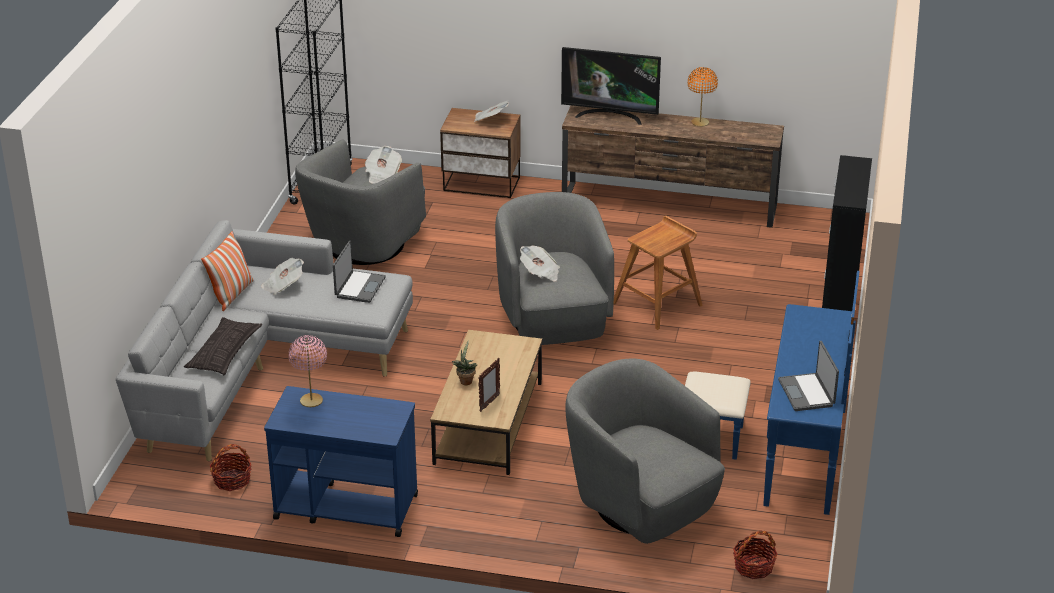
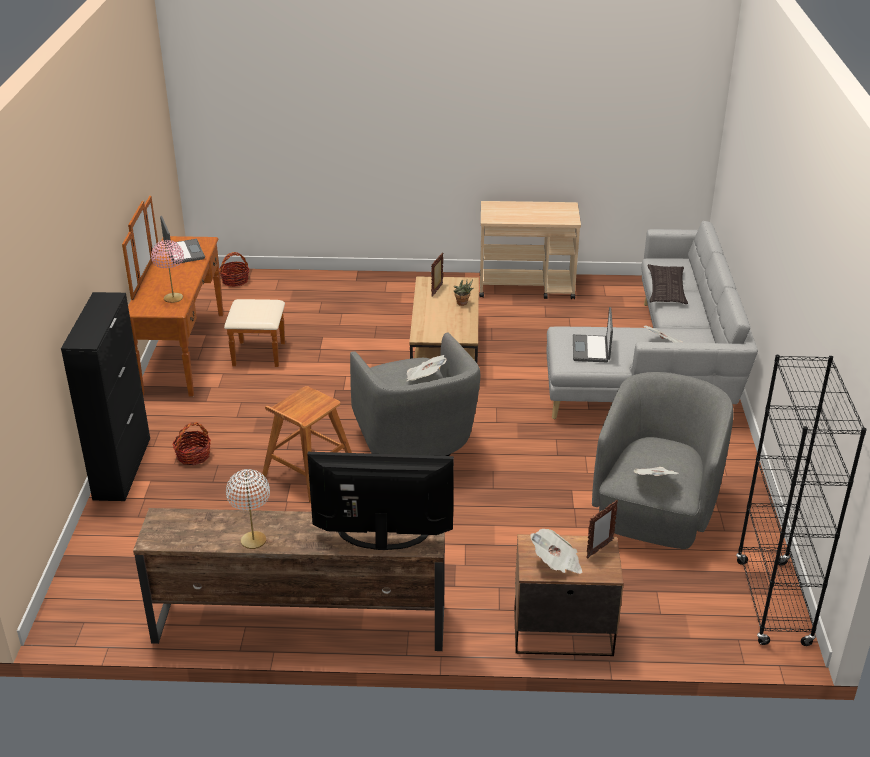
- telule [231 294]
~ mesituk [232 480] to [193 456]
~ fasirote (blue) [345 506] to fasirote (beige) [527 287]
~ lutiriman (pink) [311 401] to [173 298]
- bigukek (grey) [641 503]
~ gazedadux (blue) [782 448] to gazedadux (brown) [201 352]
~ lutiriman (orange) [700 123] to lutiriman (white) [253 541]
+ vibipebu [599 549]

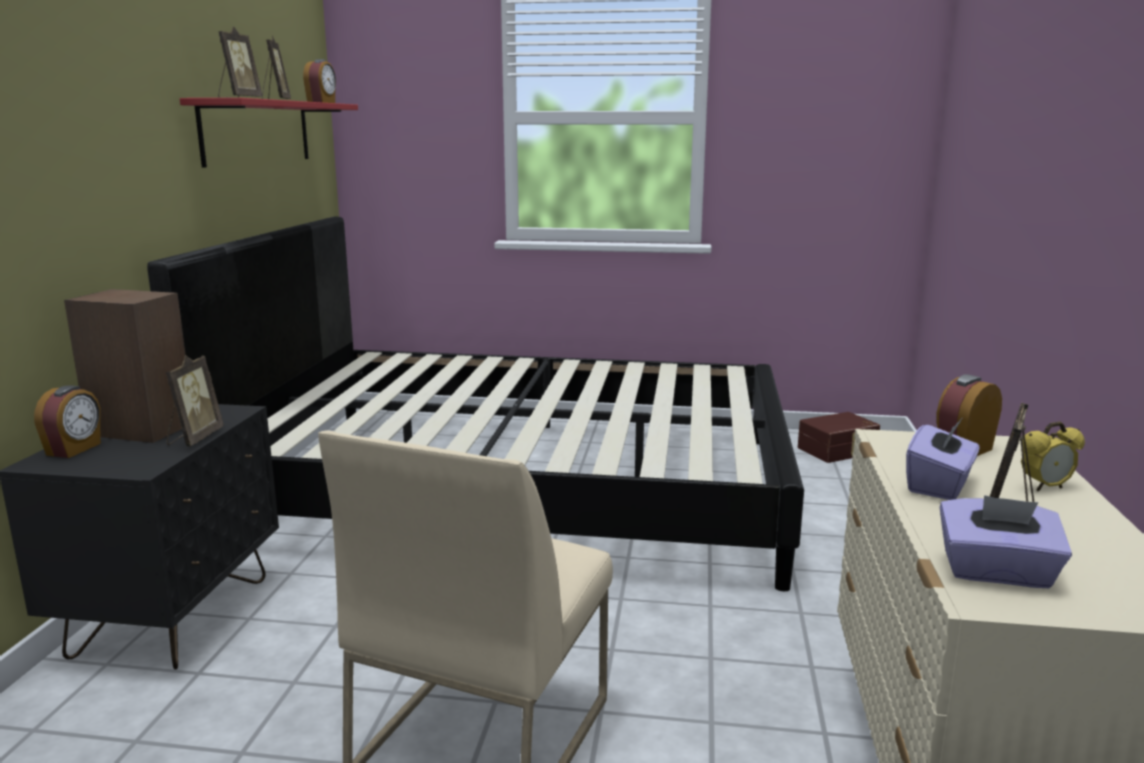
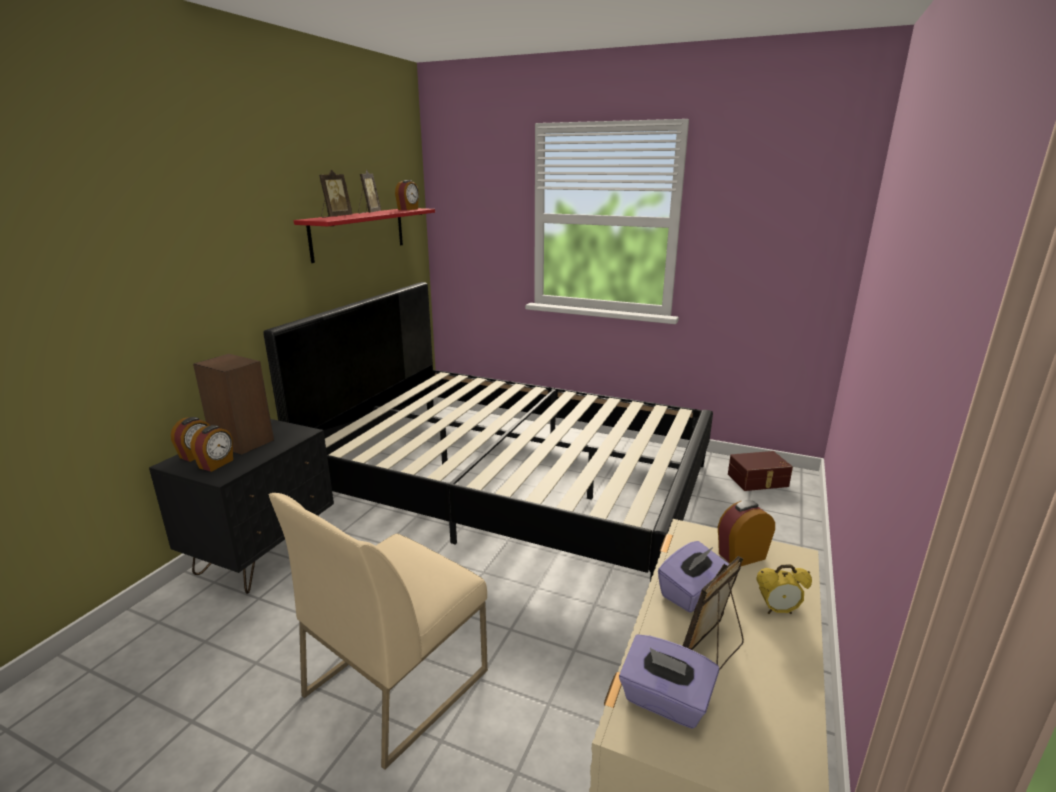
- vibipebu [194 438]
+ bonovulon [216 464]

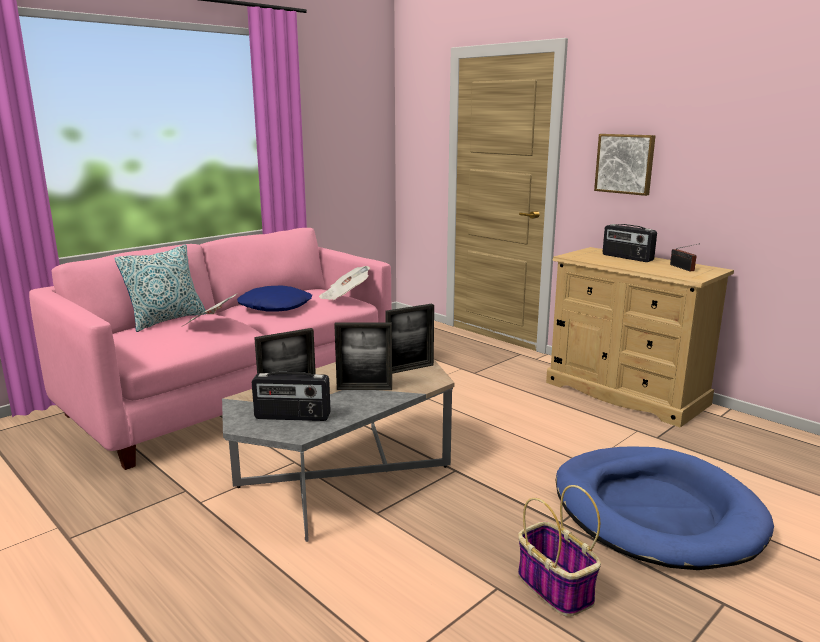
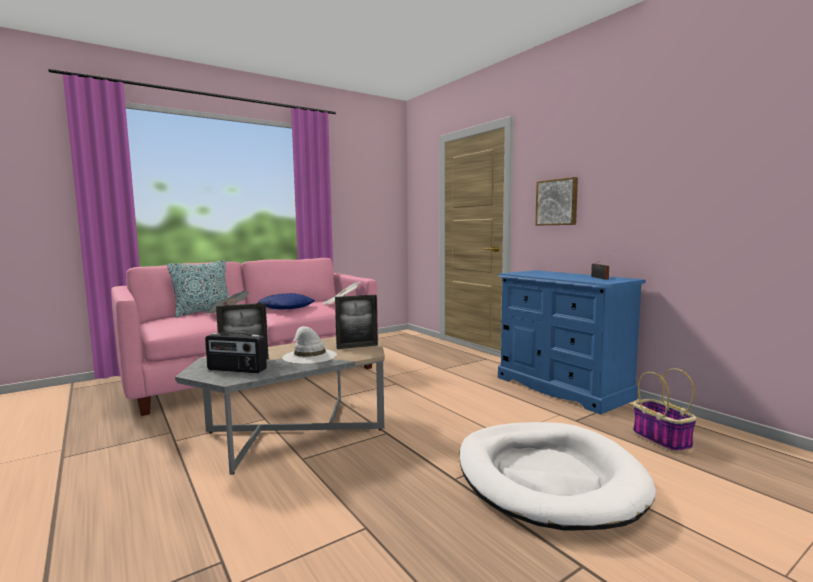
~ vibipebu [364 388] to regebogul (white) [309 356]
~ mesituk [553 587] to [660 439]
~ gazedadux (beige) [625 393] to gazedadux (blue) [562 388]
~ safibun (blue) [655 511] to safibun (white) [547 477]
- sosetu [627 258]

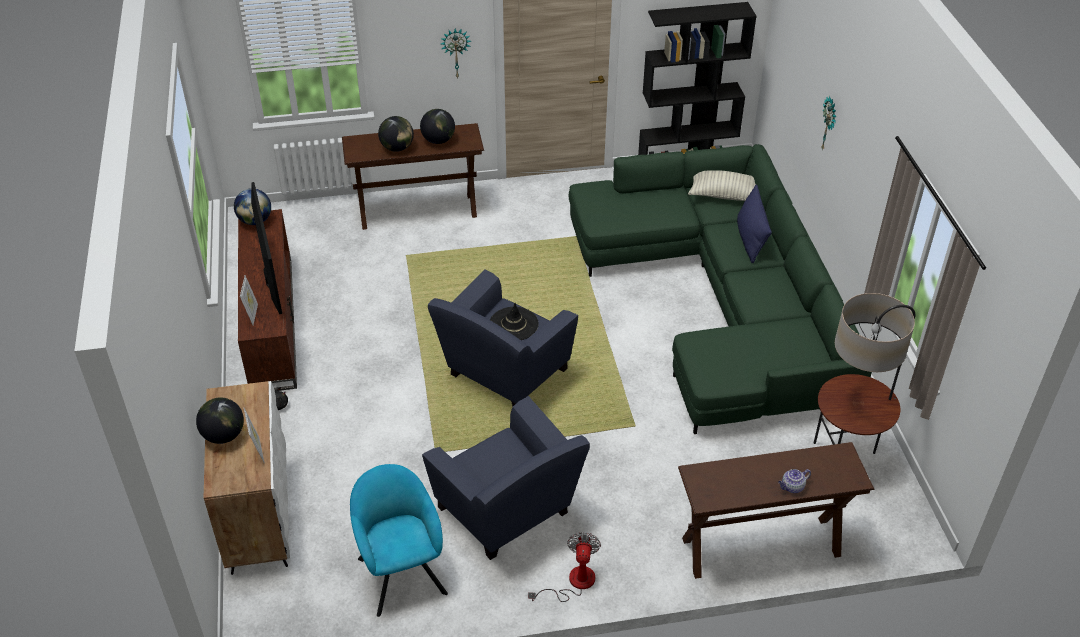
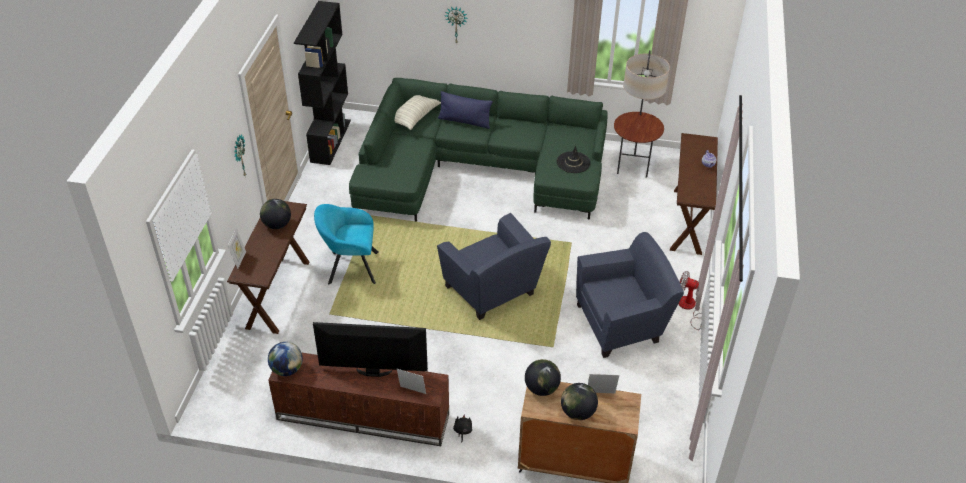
~ bigukek (turquoise) [400 571] to [350 267]
~ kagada [397 148] to [541 388]
~ regebogul (black) [513 324] to [573 162]
+ vibipebu [239 260]

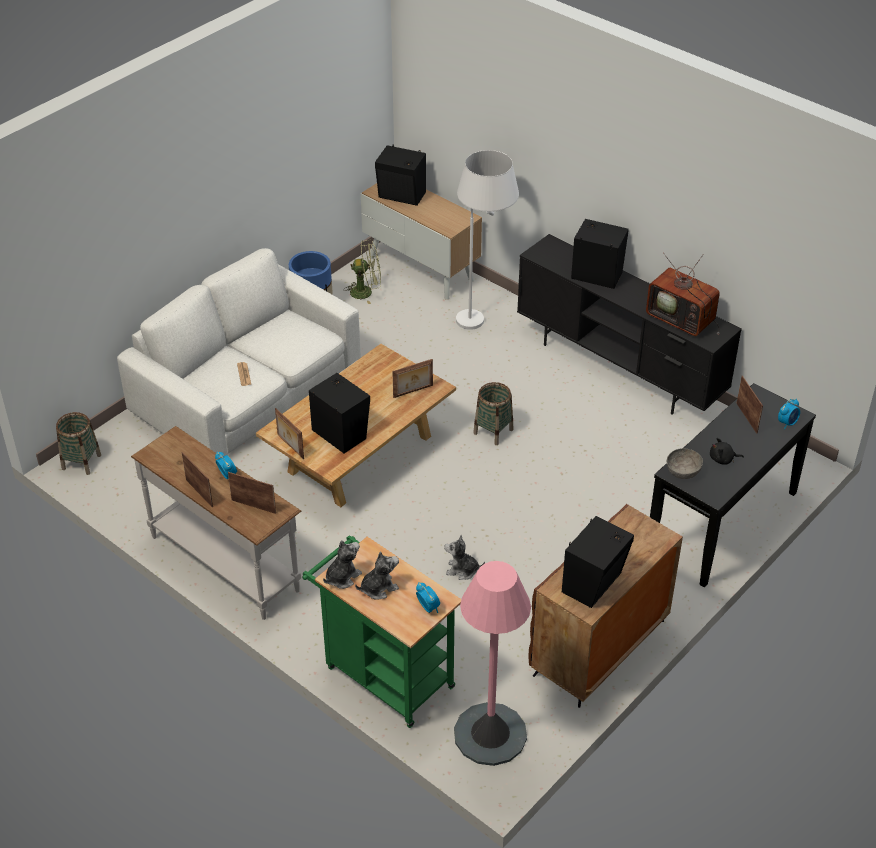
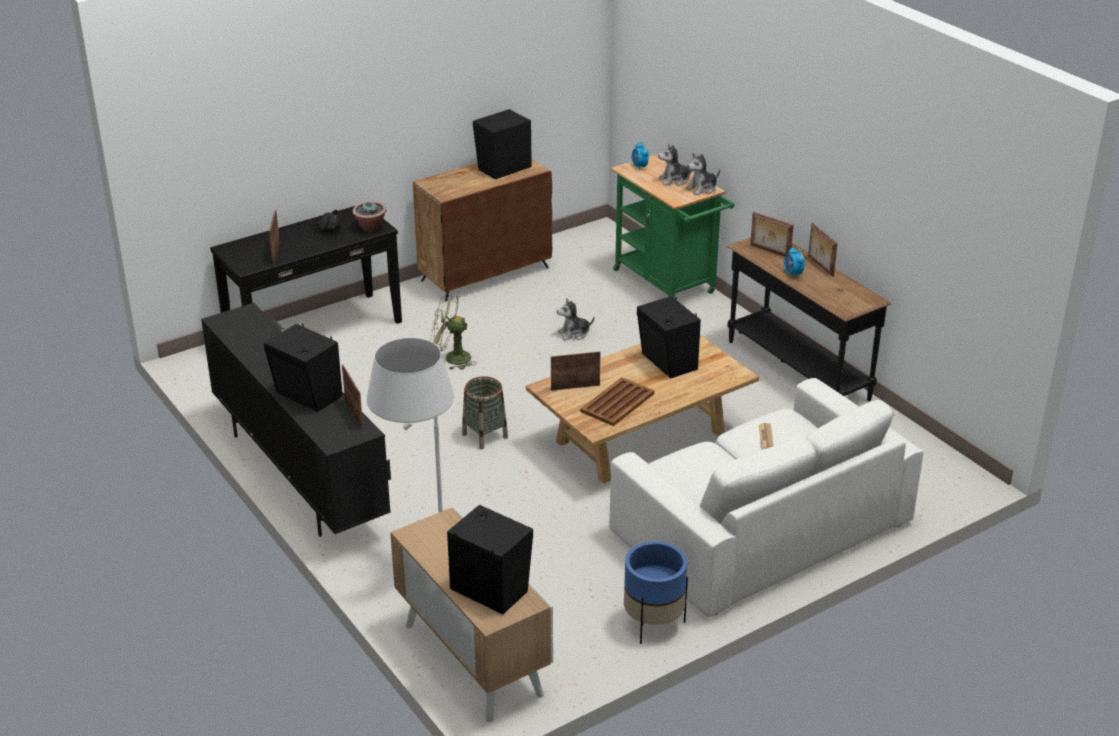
- mesituk [81 462]
~ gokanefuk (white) [226 562] to gokanefuk (black) [796 370]
~ vibipebu [290 447] to [354 414]
~ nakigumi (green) [366 292] to [451 358]
~ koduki [462 570] = [574 334] 135 degrees clockwise
- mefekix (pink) [490 734]
- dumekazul [683 319]
~ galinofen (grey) [683 471] to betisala [370 228]
- bonovulon [787 423]
+ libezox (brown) [618 402]

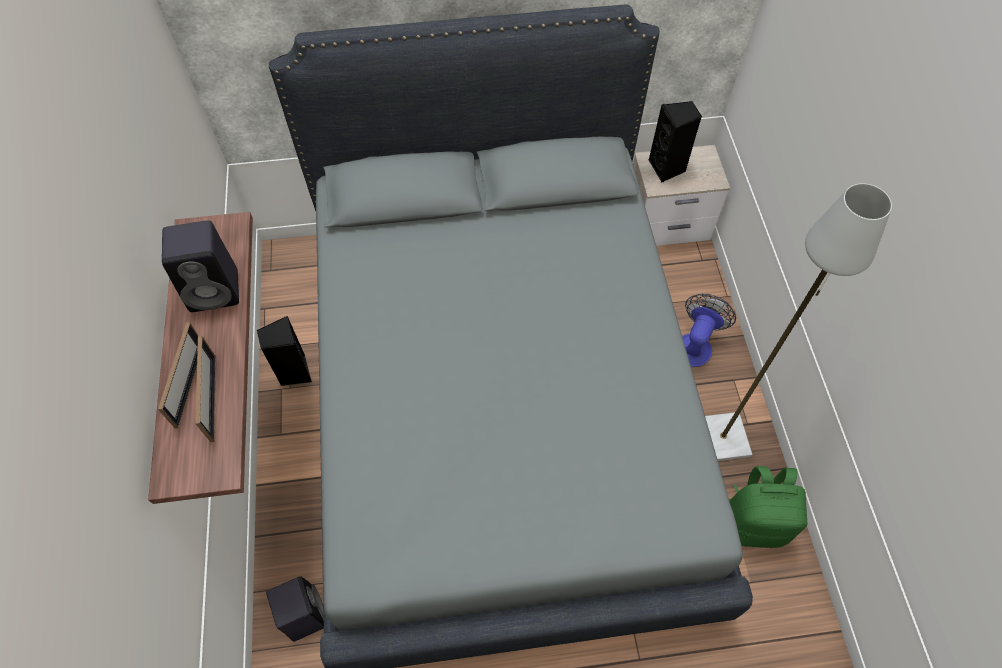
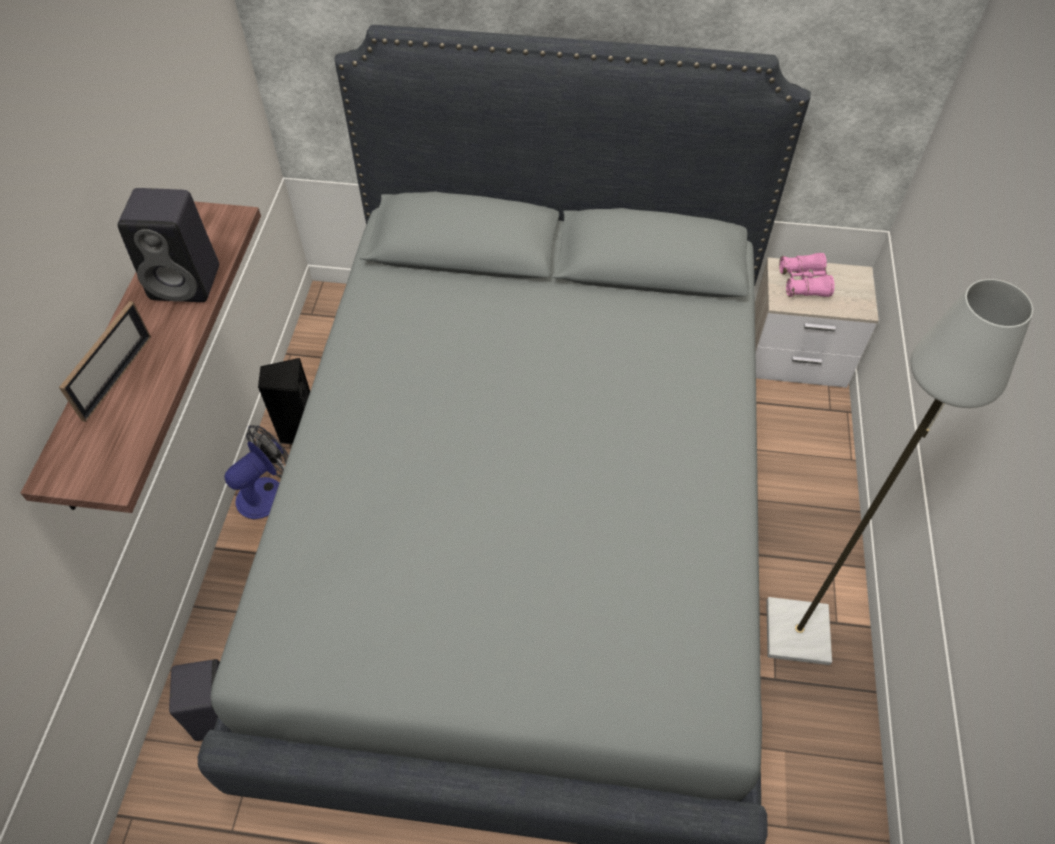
- vibipebu [213 398]
~ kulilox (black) [667 168] to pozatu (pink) [804 282]
~ nakigumi [695 344] to [267 492]
- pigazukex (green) [753 523]

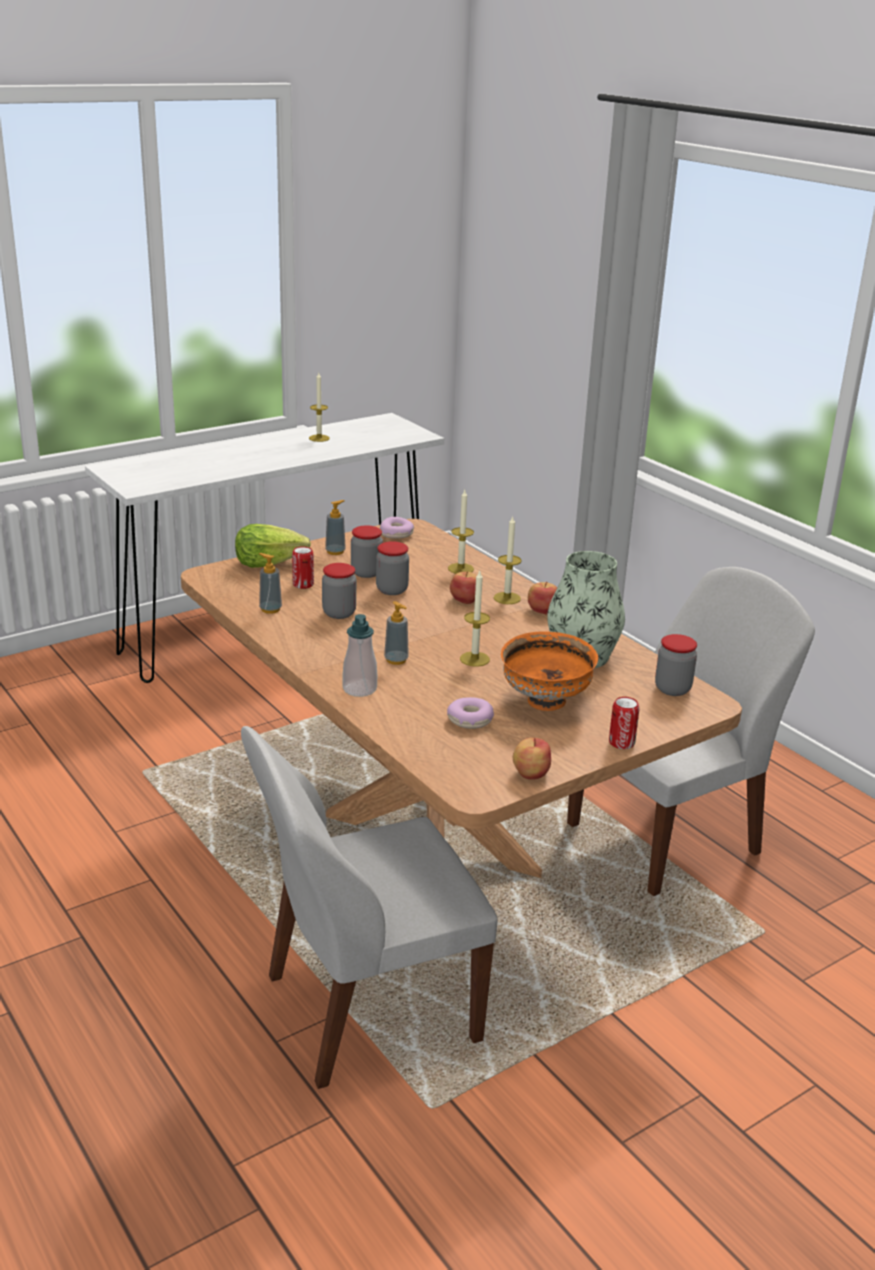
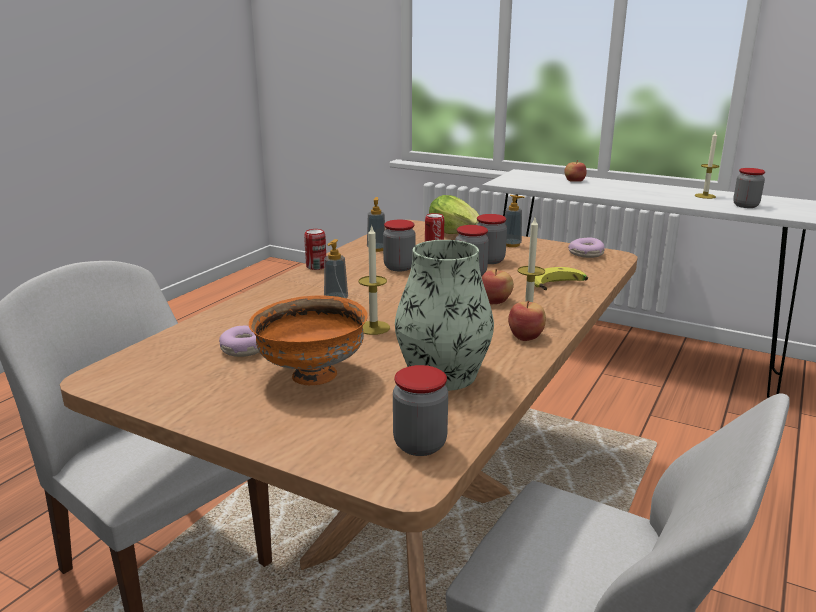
- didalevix [359 689]
~ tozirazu [460 568] to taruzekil [559 287]
~ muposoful [530 773] to [574 181]
~ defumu [621 743] to [316 266]
+ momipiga [745 205]

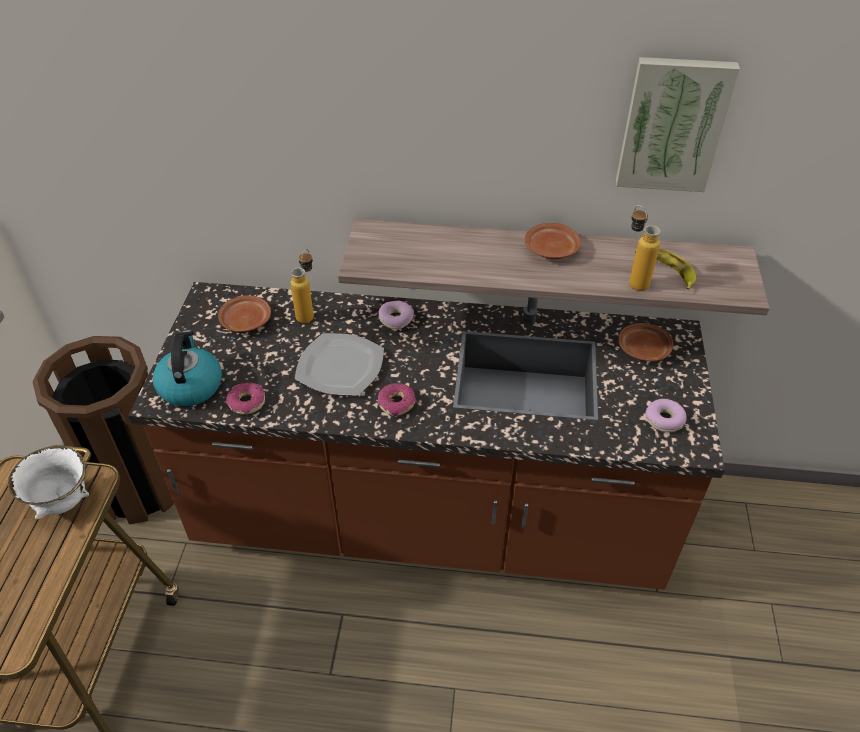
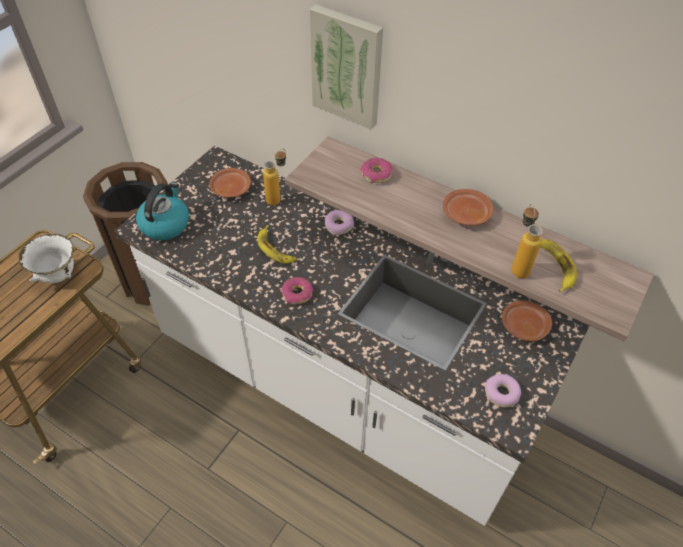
~ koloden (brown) [430 517] to koloden (white) [339 385]
~ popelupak [247 403] to [376 175]
~ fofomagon [341 366] to taruzekil [276 249]
~ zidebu [672 124] to [347 66]

